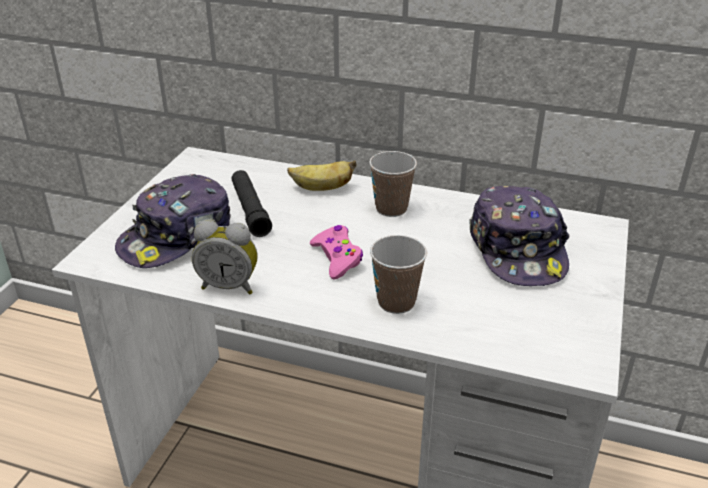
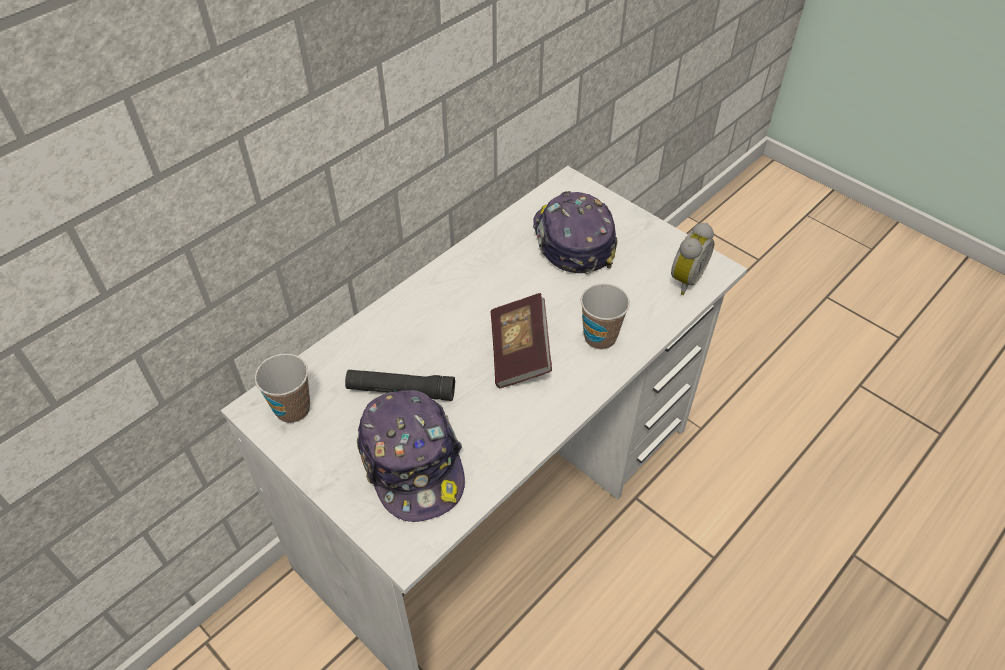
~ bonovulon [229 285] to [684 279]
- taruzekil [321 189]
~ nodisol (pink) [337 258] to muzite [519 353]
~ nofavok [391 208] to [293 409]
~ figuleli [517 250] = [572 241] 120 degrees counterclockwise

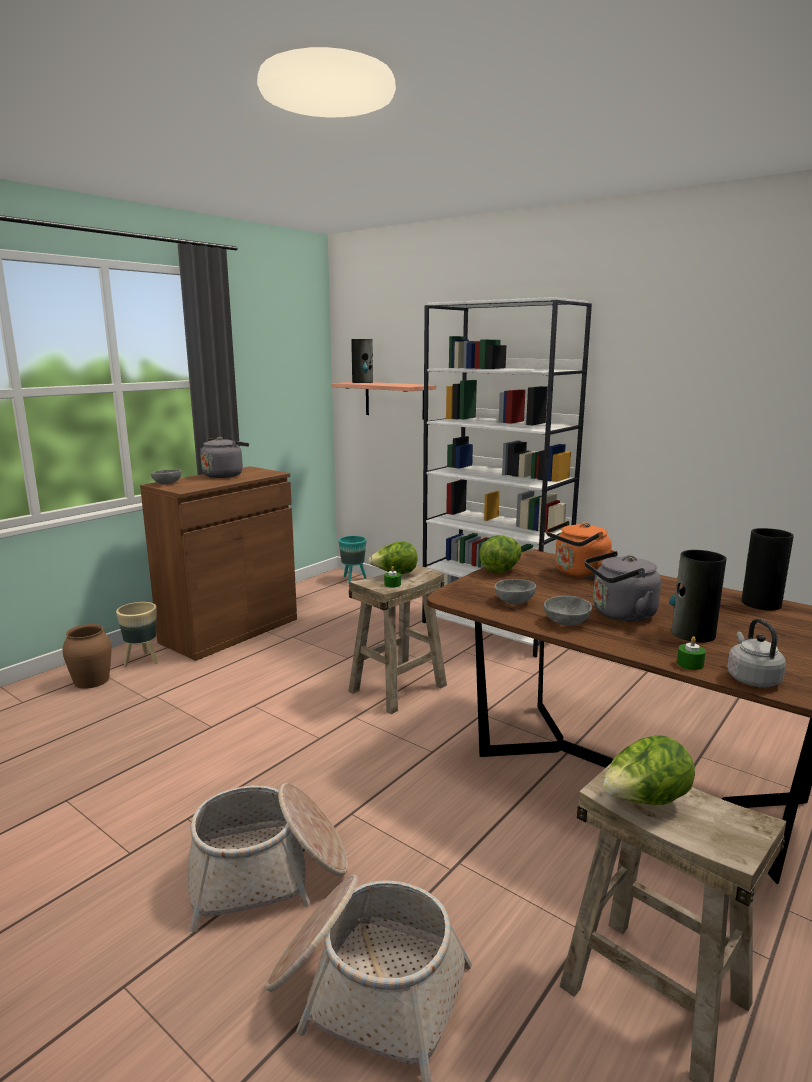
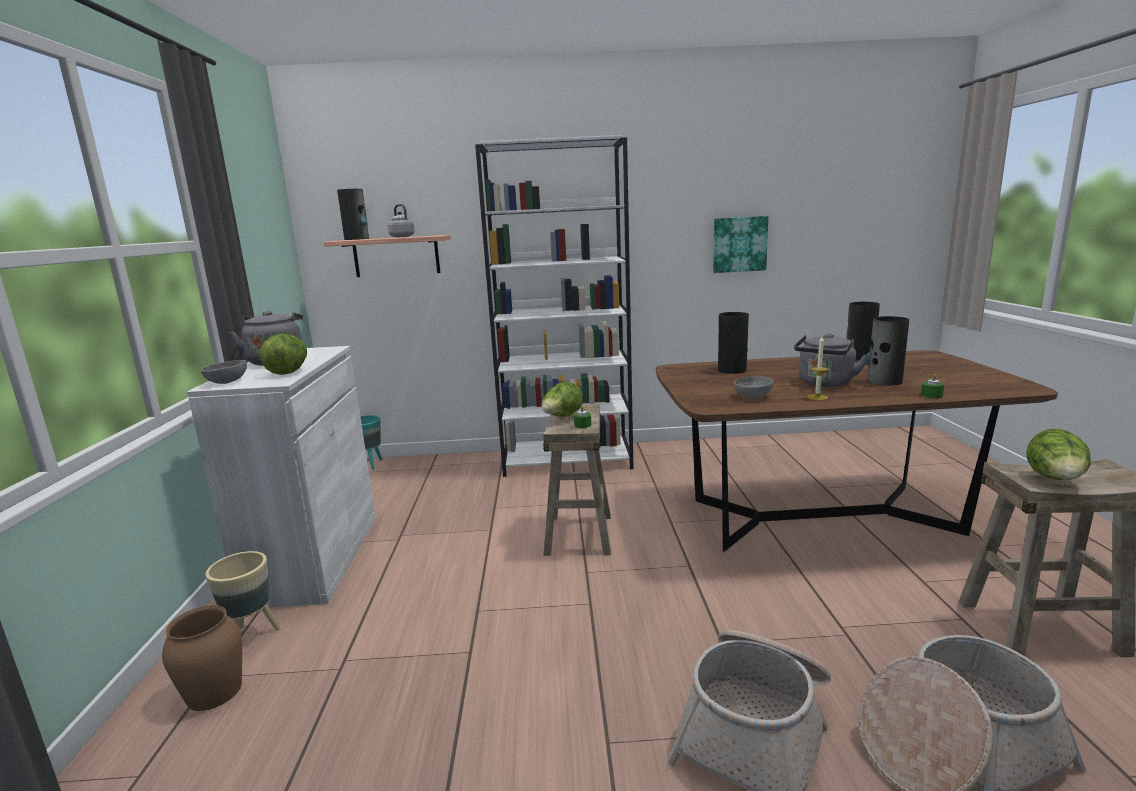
~ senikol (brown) [230 630] to senikol (white) [315 558]
~ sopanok [501 570] to [288 372]
~ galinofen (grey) [567 622] to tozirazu [817 397]
~ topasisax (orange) [578 573] to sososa [732 370]
~ topasisax (grey) [751 678] to [401 237]
+ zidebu [739 244]

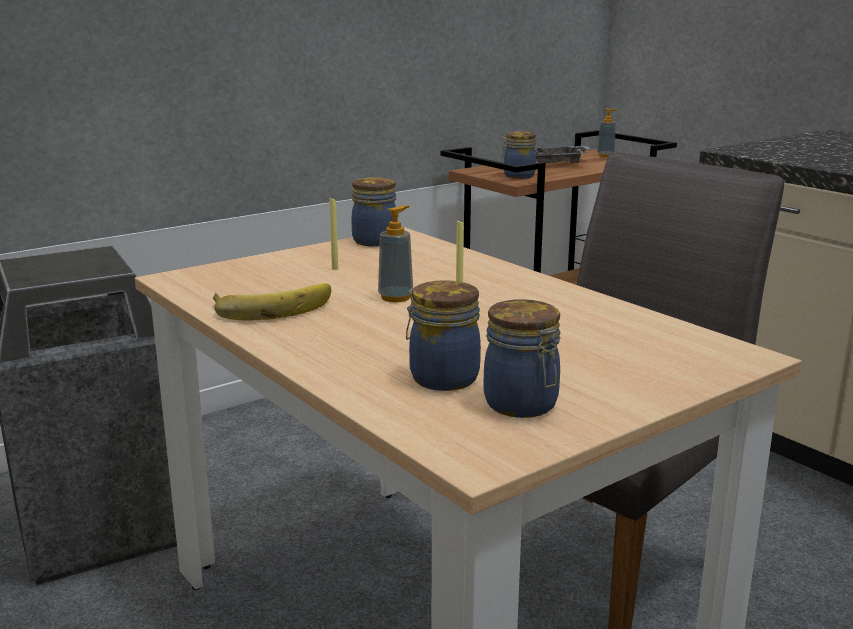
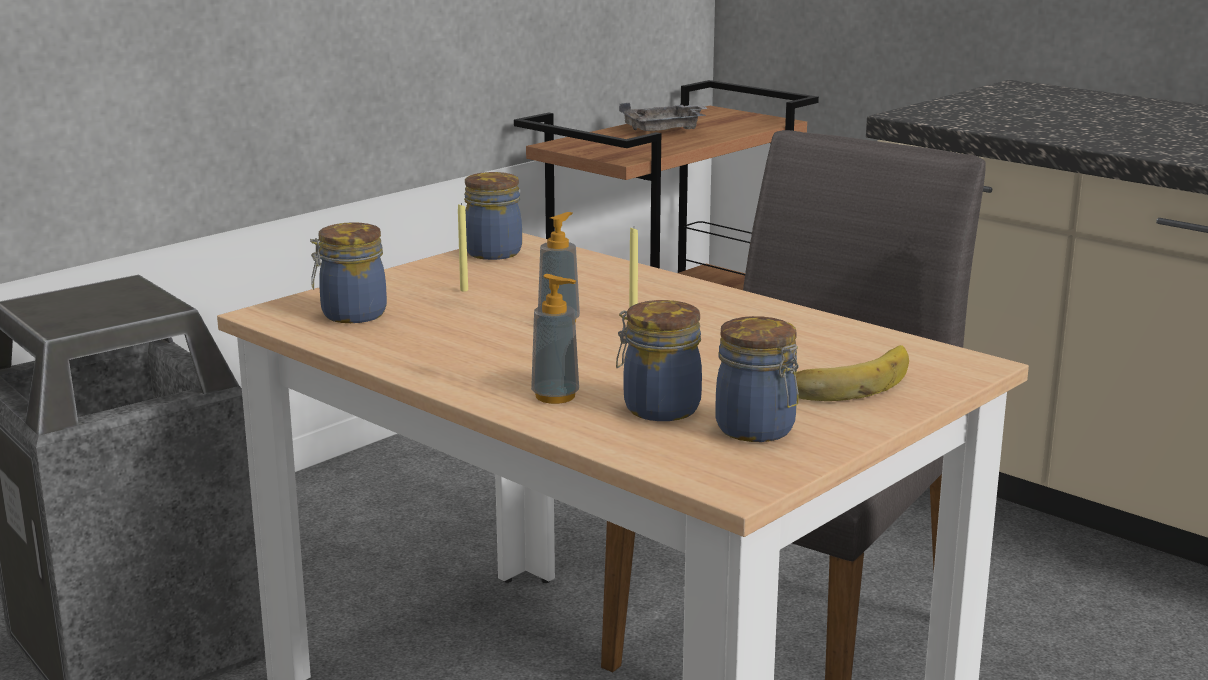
~ taruzekil [272 307] to [842 380]
~ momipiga [517 176] to [351 315]
~ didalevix [605 156] to [555 396]

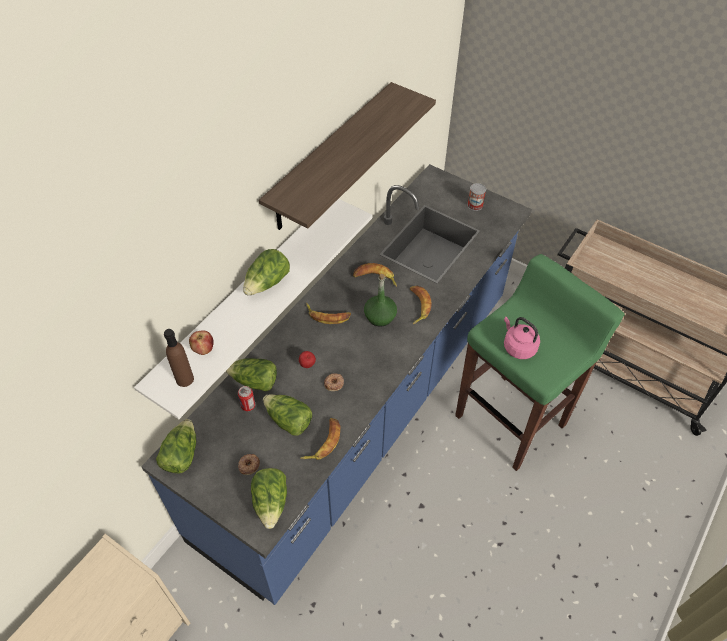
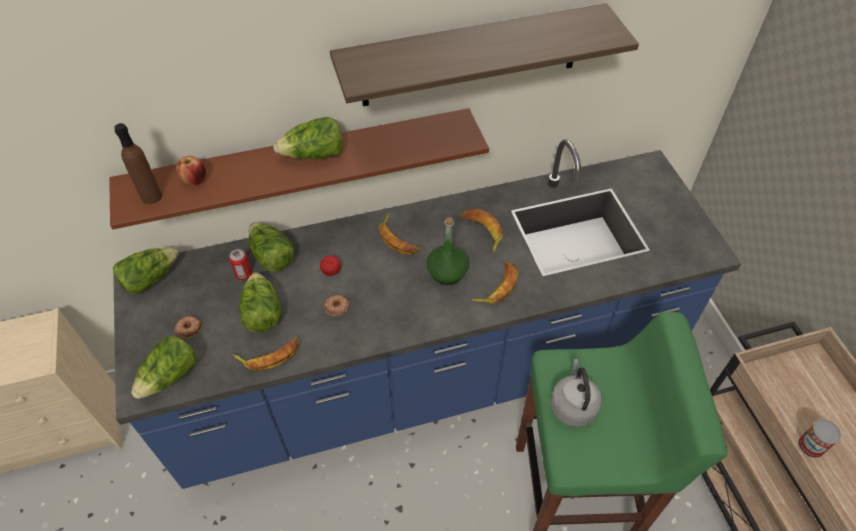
~ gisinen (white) [247 299] to gisinen (brown) [302 165]
~ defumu [475 205] to [811 446]
~ topasisax (pink) [518 347] to topasisax (grey) [572 405]

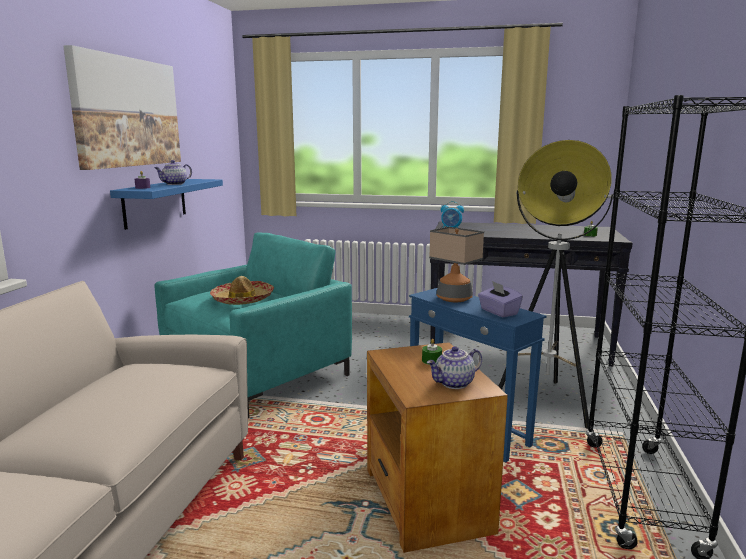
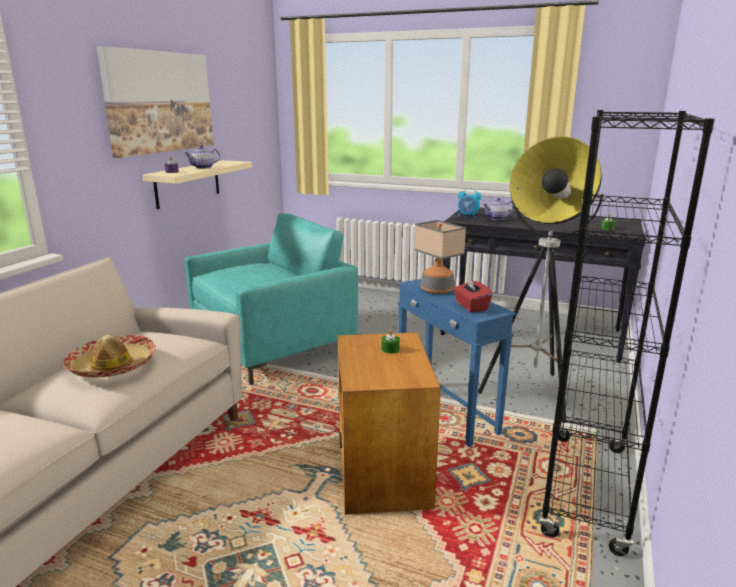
~ gisinen (blue) [155 202] to gisinen (beige) [188 183]
~ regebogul [242 299] to [112 365]
~ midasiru [454 384] to [497 219]
~ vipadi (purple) [498 312] to vipadi (red) [471 306]

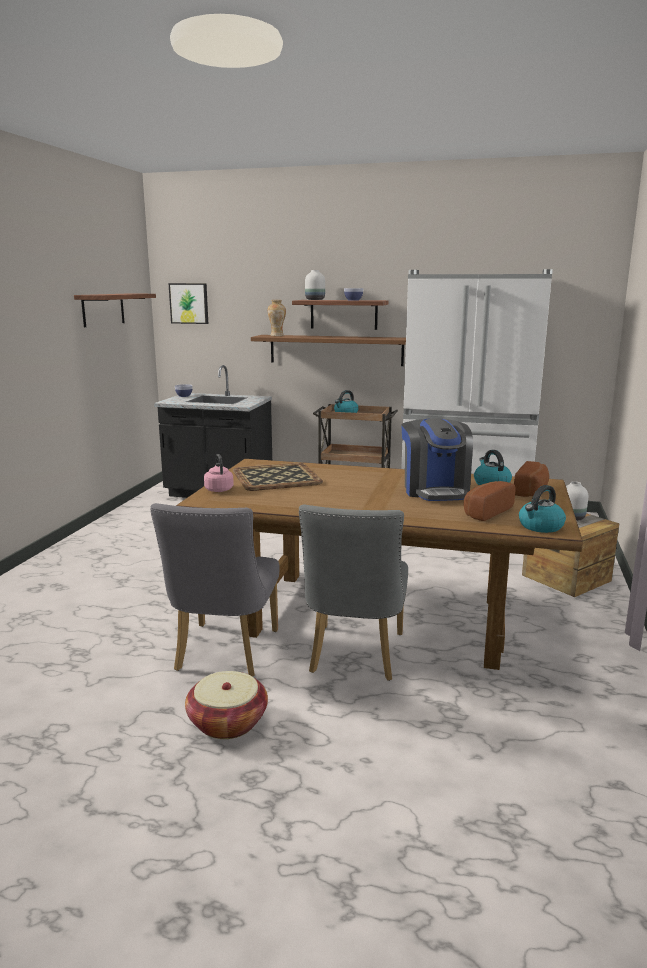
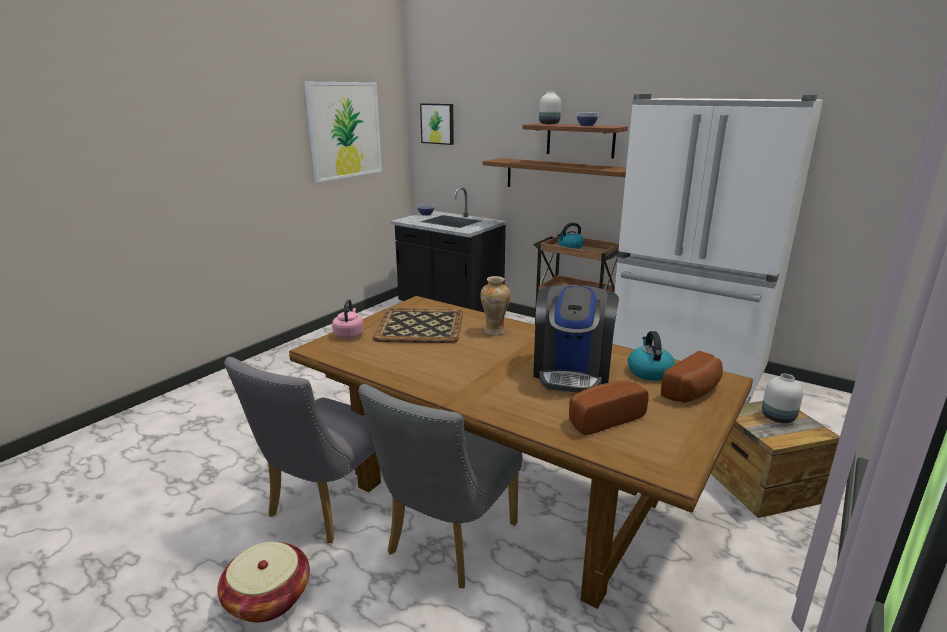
~ gisinen [103 309] to zidebu [344 130]
~ sososa [277 335] to [494 331]
- topasisax [540 527]

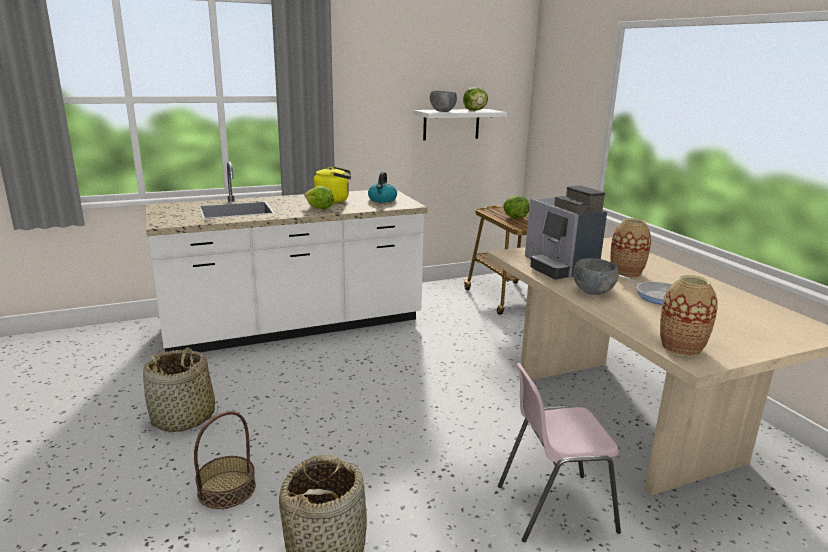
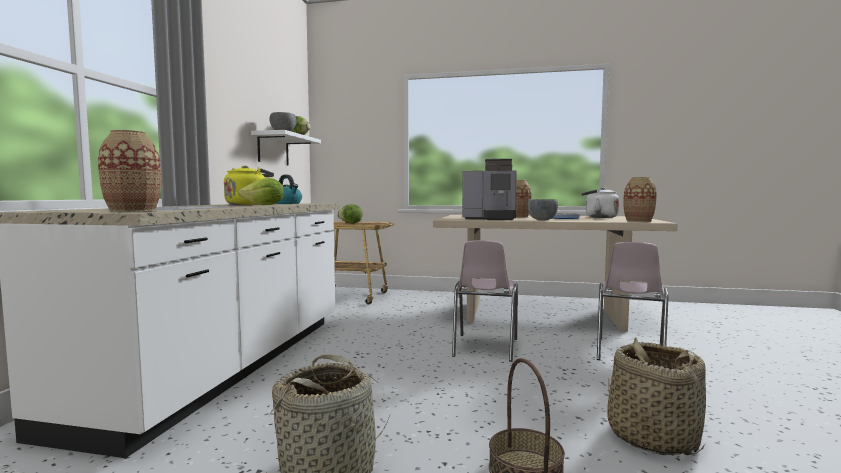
+ sososa [133 211]
+ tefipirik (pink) [484 348]
+ topasisax (white) [599 217]

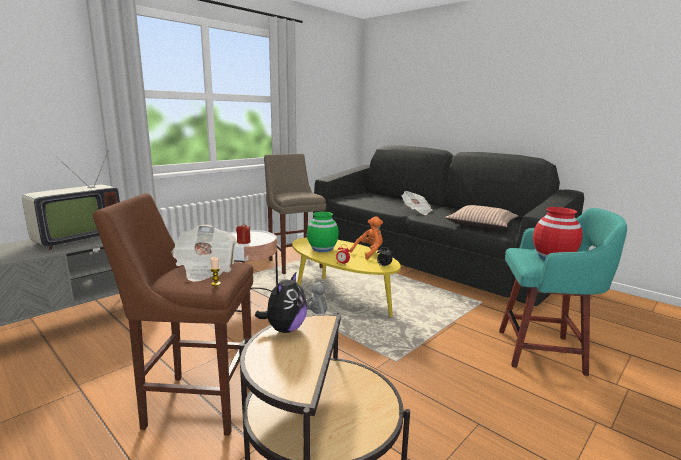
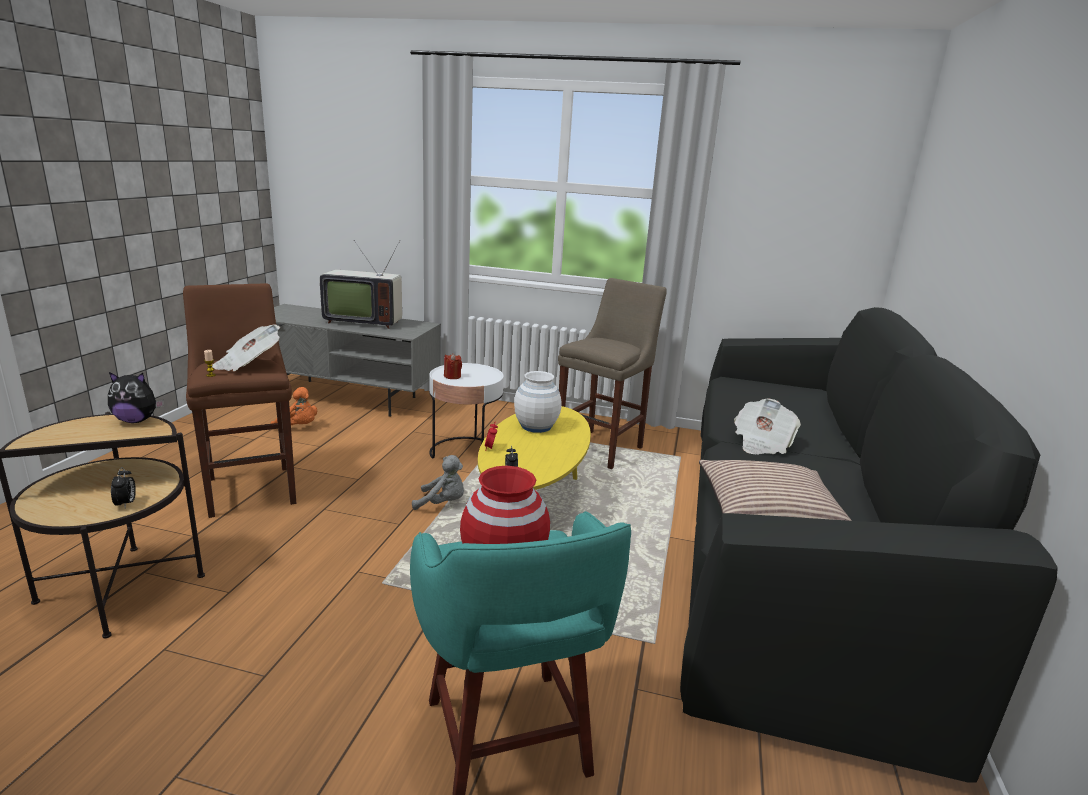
~ sososa (green) [322 248] to sososa (white) [536 426]
~ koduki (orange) [369 253] to [298 427]
+ bonovulon [126 504]

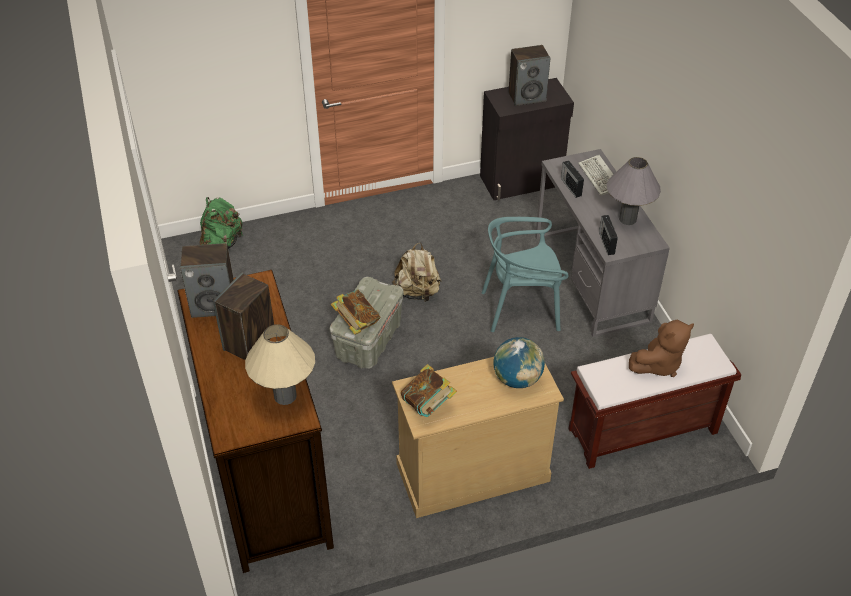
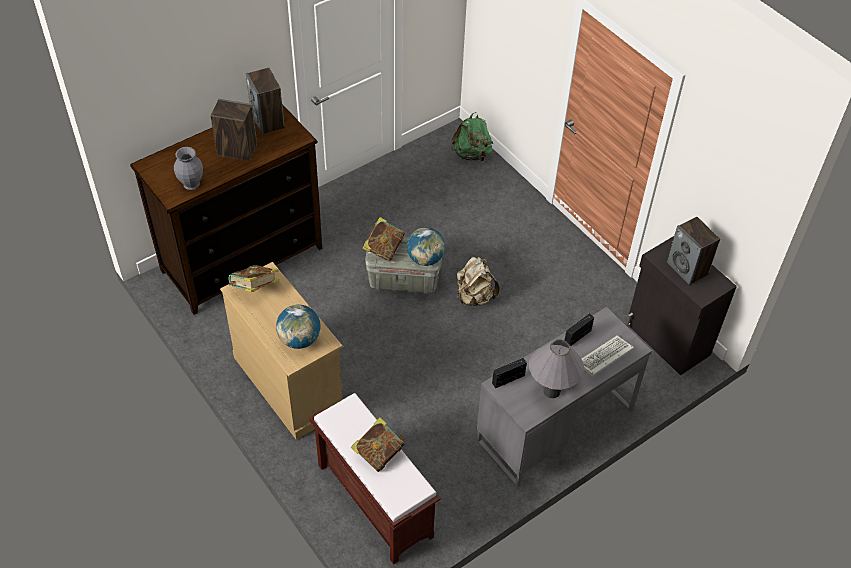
~ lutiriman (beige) [285 396] to sososa (grey) [191 183]
- tefipirik (turquoise) [521 308]
~ koduki (brown) [658 364] to muzite [378 453]
+ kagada [425 259]

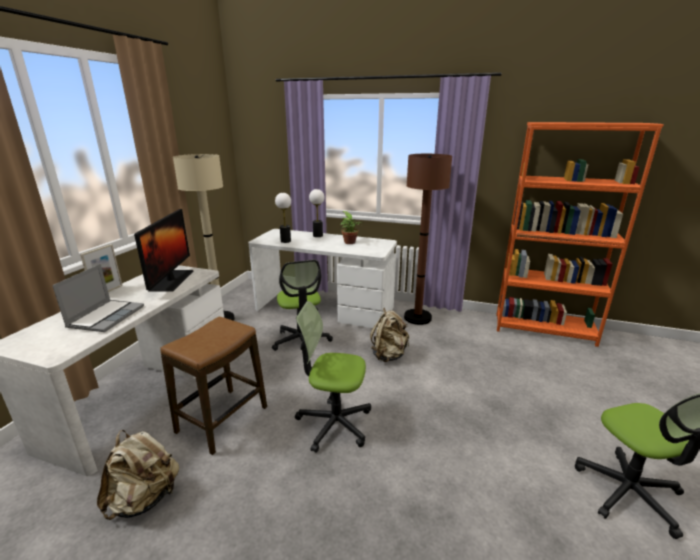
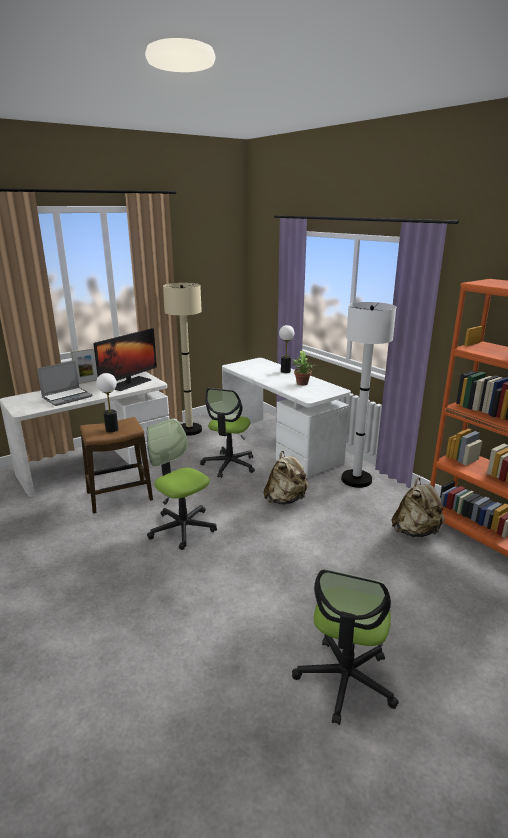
~ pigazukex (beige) [145 498] to [415 531]
~ lutiriman [285 241] to [111 429]
~ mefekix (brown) [417 318] to mefekix (white) [356 479]

